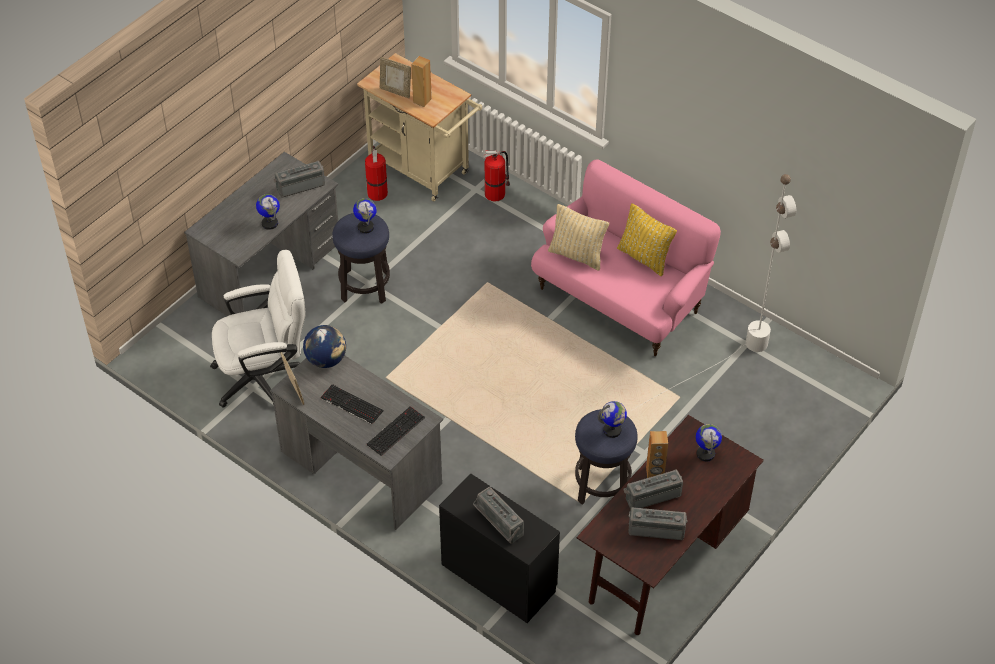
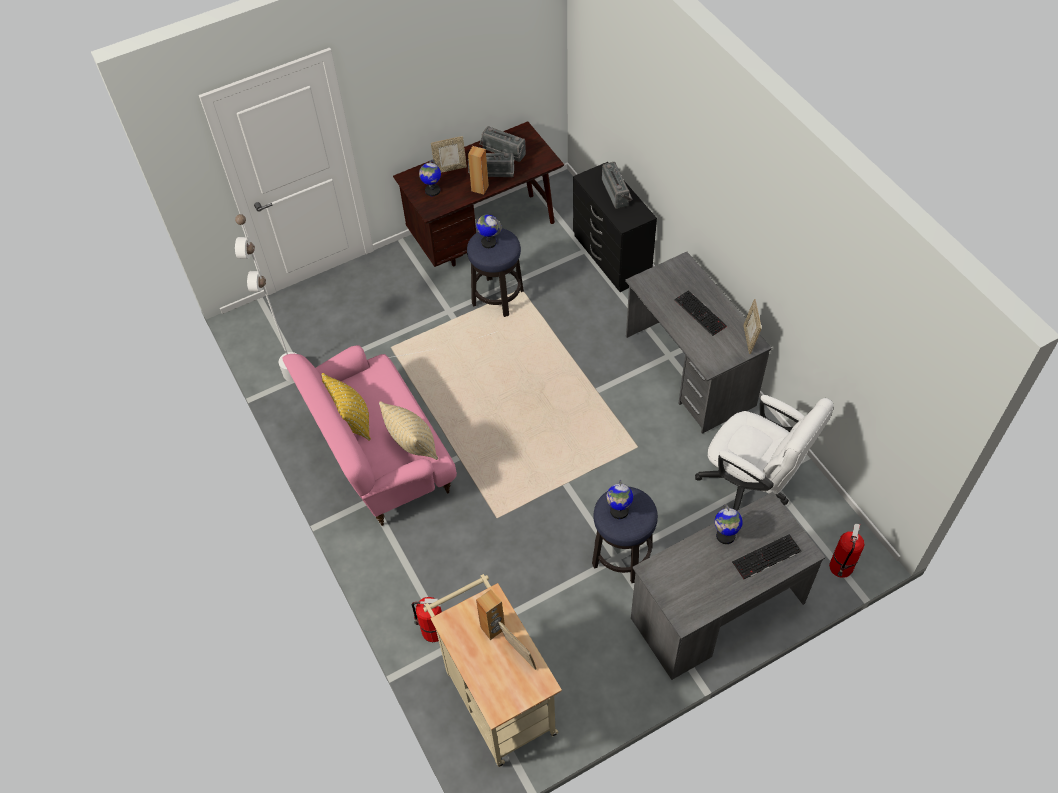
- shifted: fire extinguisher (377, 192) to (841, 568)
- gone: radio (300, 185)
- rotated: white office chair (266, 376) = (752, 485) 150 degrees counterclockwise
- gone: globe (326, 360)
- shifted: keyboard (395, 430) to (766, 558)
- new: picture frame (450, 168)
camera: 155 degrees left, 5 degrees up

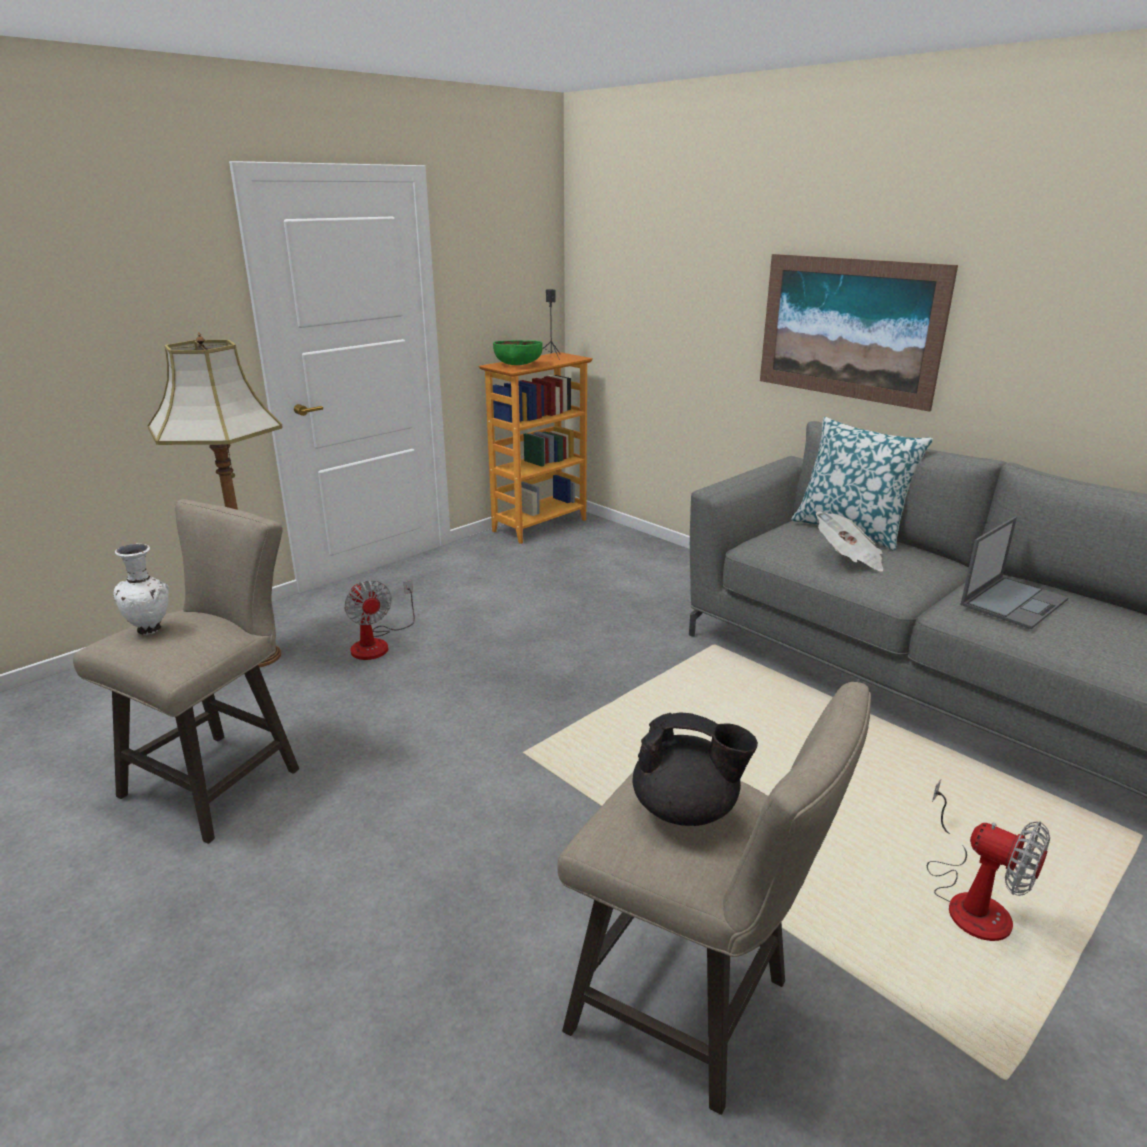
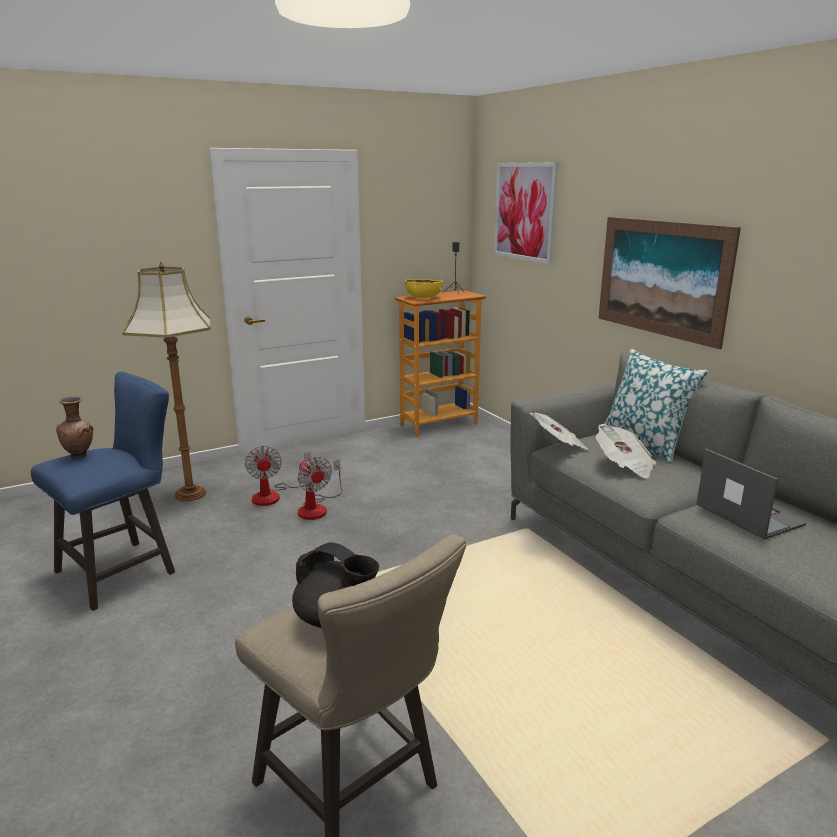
- repainted: green bowl (518, 365) to yellow bowl (423, 298)
- repainted: beige stool (222, 777) to blue stool (124, 570)
- rotated: laptop (1014, 602) = (747, 514) 90 degrees counterclockwise
- repainted: white vase (151, 630) to brown vase (80, 456)
- shifted: fan (970, 900) to (317, 507)
- new: picture (524, 211)
- new: newspaper (558, 445)
camera: 15 degrees right, 5 degrees down

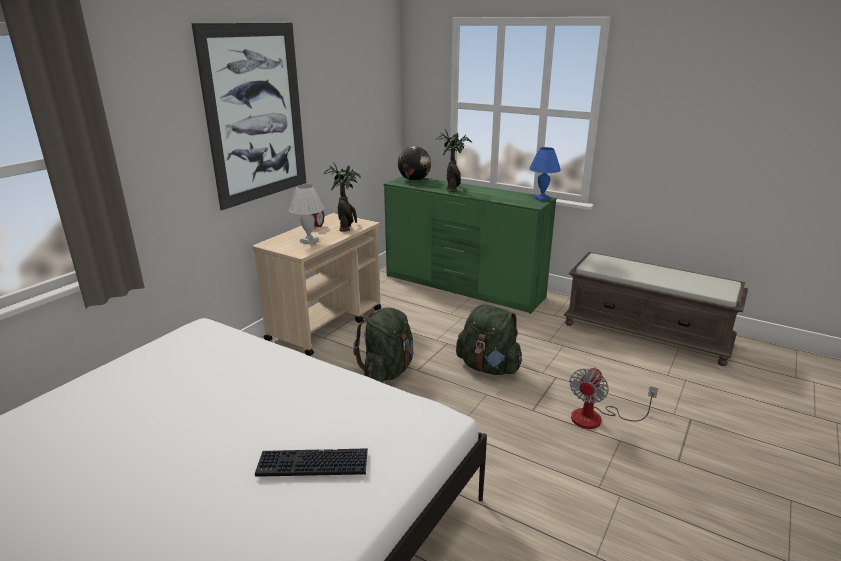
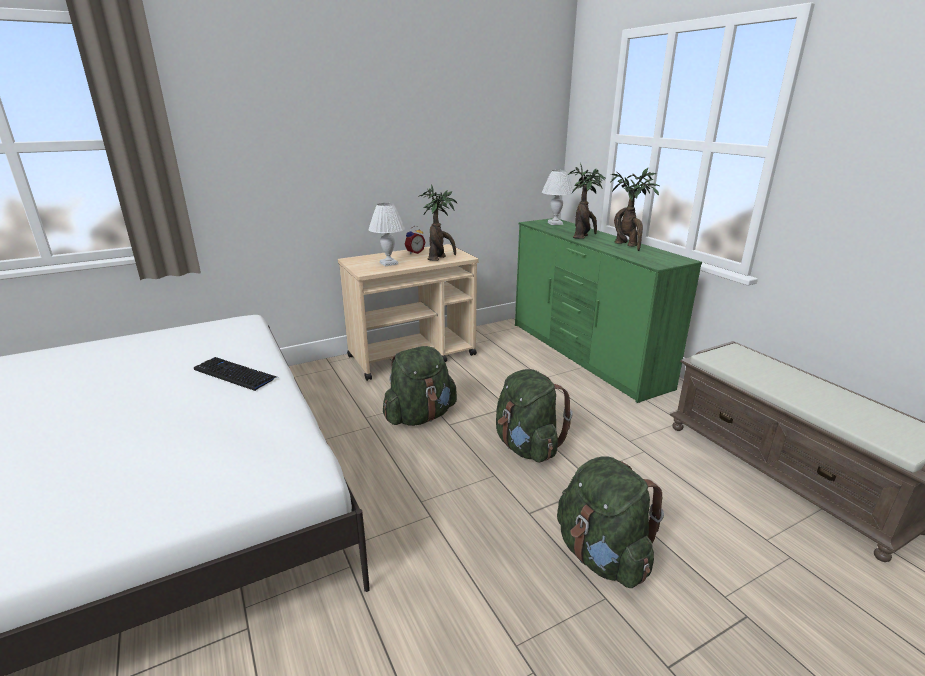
- gone: picture (256, 114)
- swapped: globe (414, 180) to white table lamp (555, 223)
- gone: blue table lamp (542, 198)
- swapped: fan (597, 418) to green backpack (602, 556)
- shifted: keyboard (313, 463) to (235, 374)
- new: potted plant (627, 245)
camera: 30 degrees right, 0 degrees up

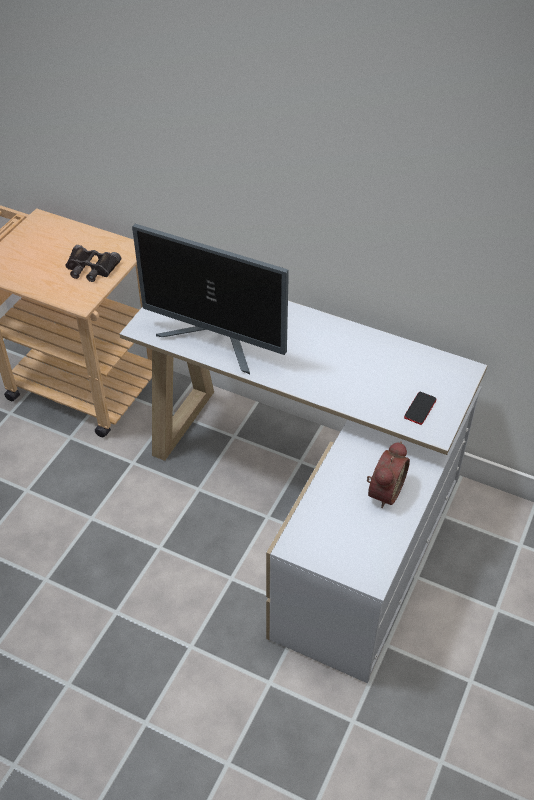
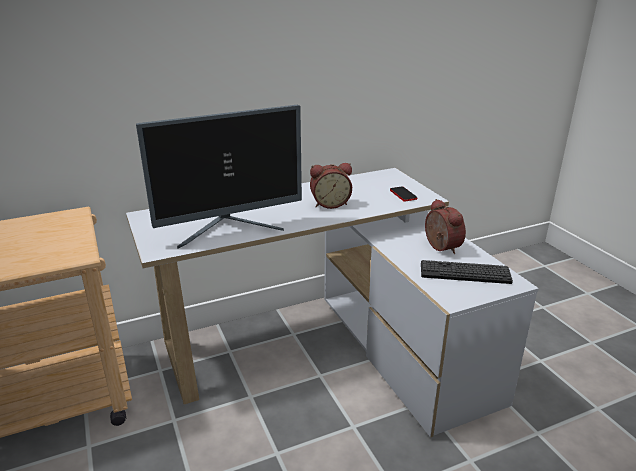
- gone: black binoculars (91, 268)
- new: alarm clock (330, 204)
- new: keyboard (465, 273)
camera: 50 degrees left, 20 degrees down

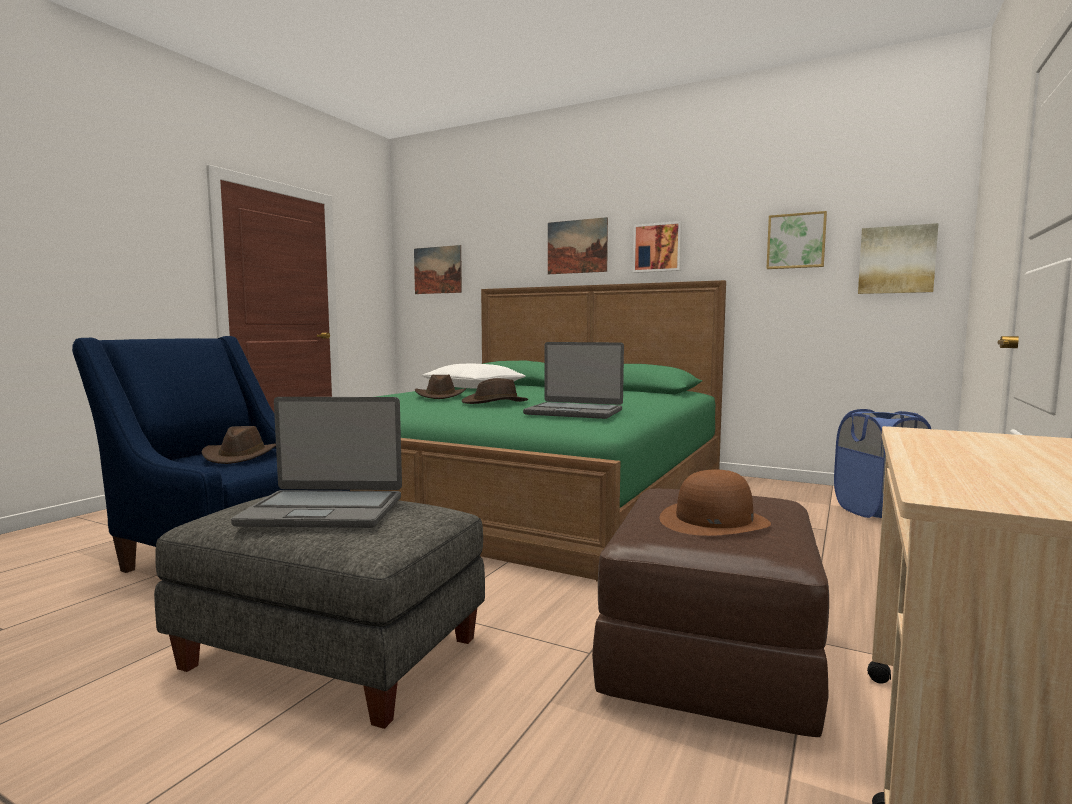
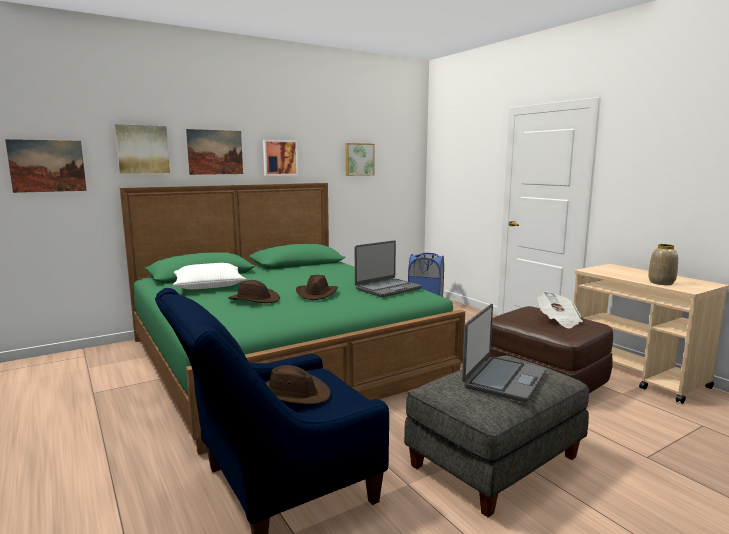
- shifted: picture (896, 260) to (142, 149)
- swapped: brown hat (714, 521) to newspaper (559, 321)
- new: vase (660, 283)
camera: 60 degrees left, 5 degrees up

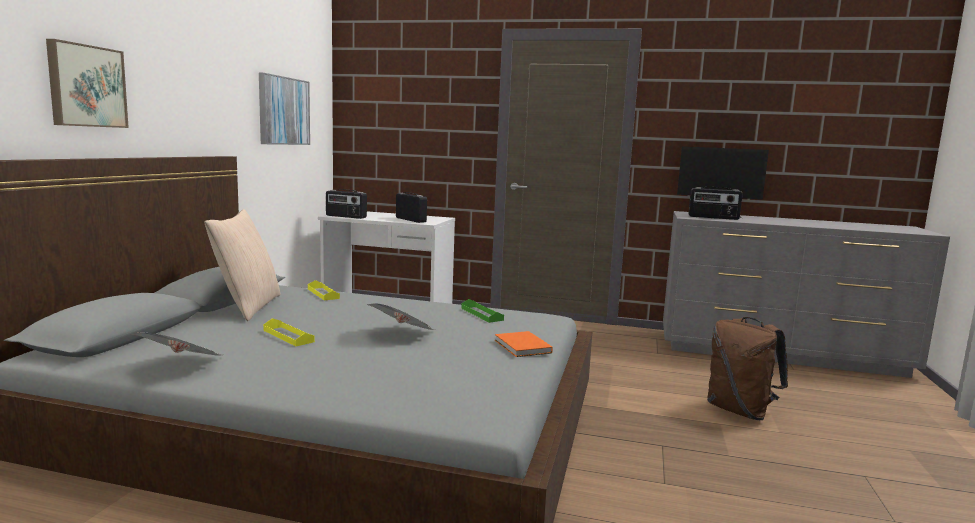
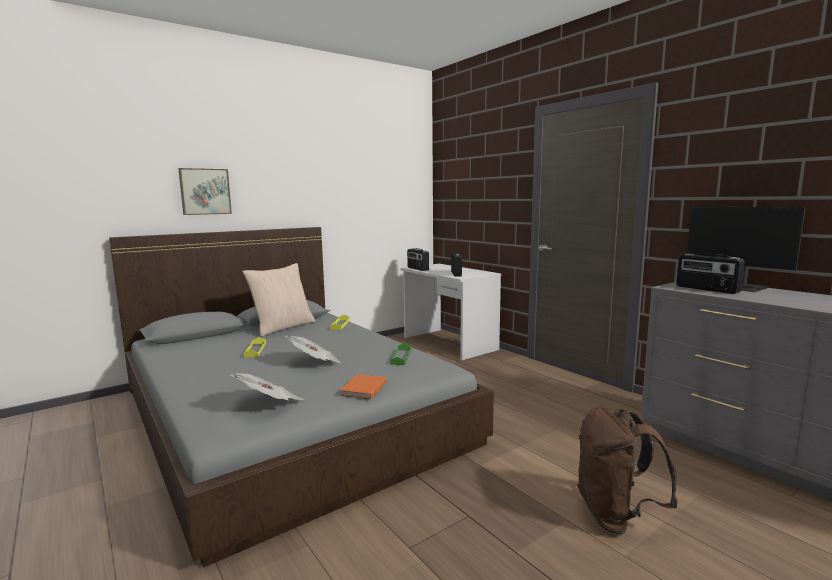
- gone: picture (283, 111)
- shifted: newspaper (182, 366) to (269, 404)
camera: 40 degrees right, 0 degrees up

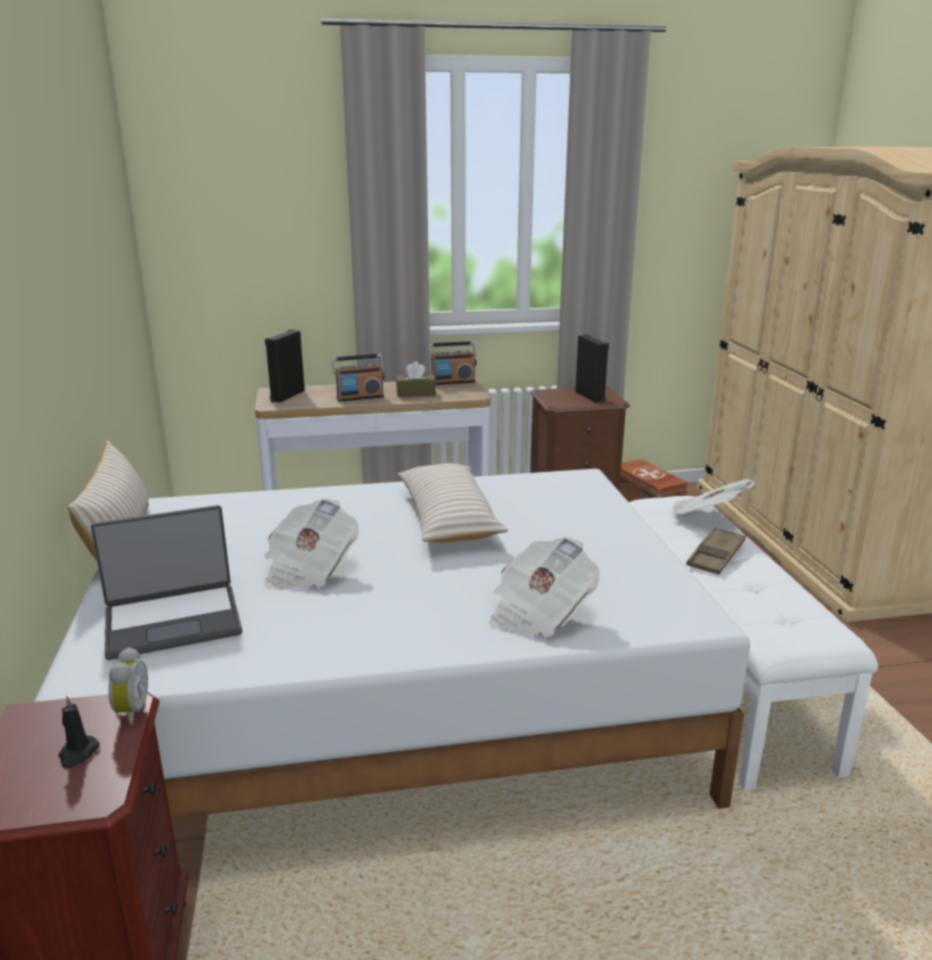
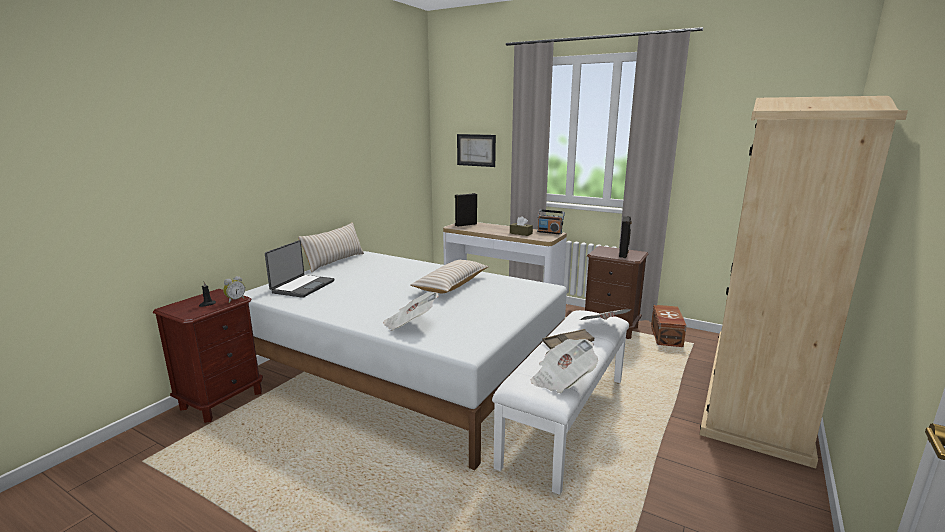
- gone: radio (360, 397)
- shifted: newspaper (308, 569) to (562, 380)
- rotated: laptop (173, 621) = (302, 287) 90 degrees counterclockwise
- new: picture (476, 150)
camera: 40 degrees right, 5 degrees down

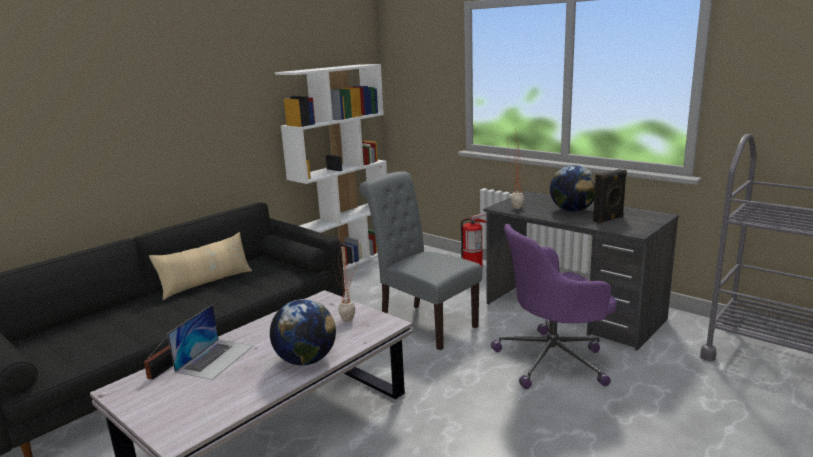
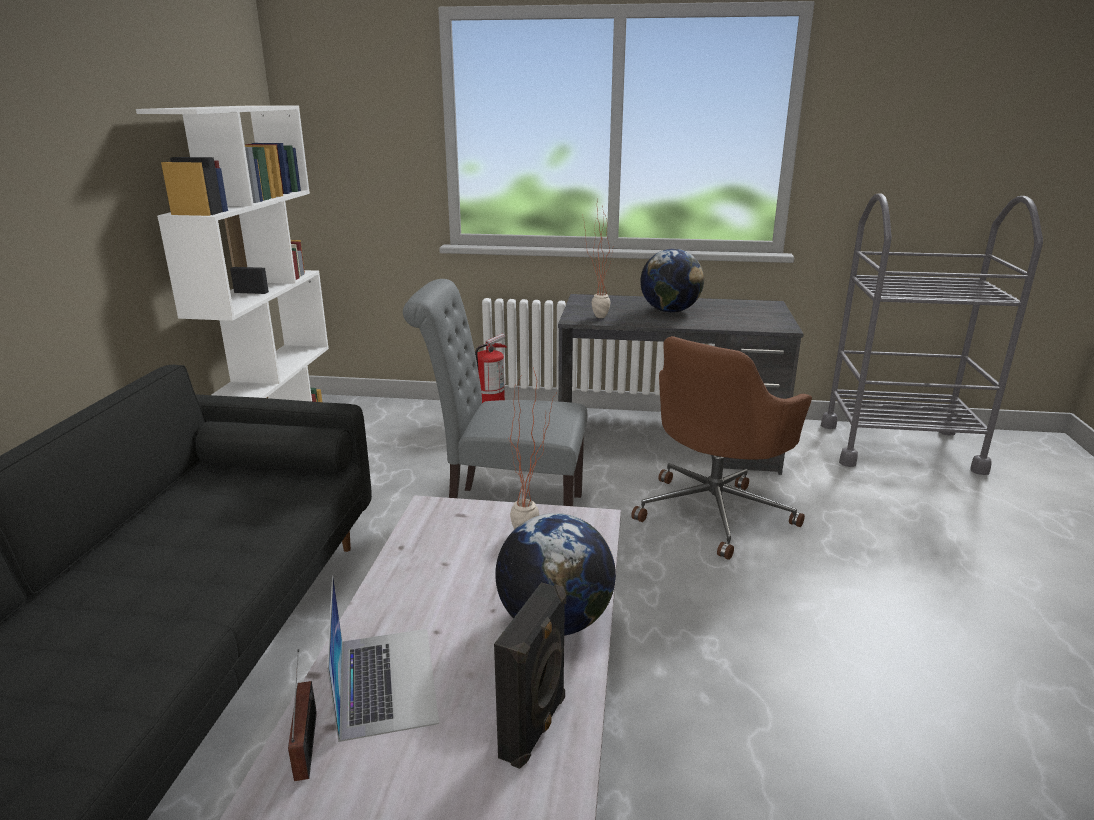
- shifted: black speaker (609, 219) to (535, 727)
- repainted: purple office chair (553, 360) to brown office chair (715, 512)
- gone: beige pillow (206, 283)
camera: 35 degrees left, 5 degrees up

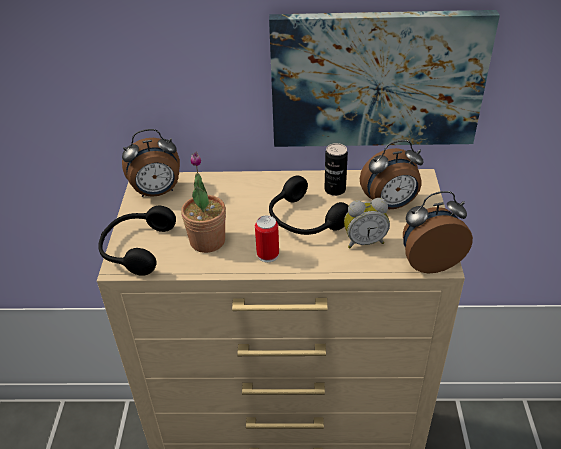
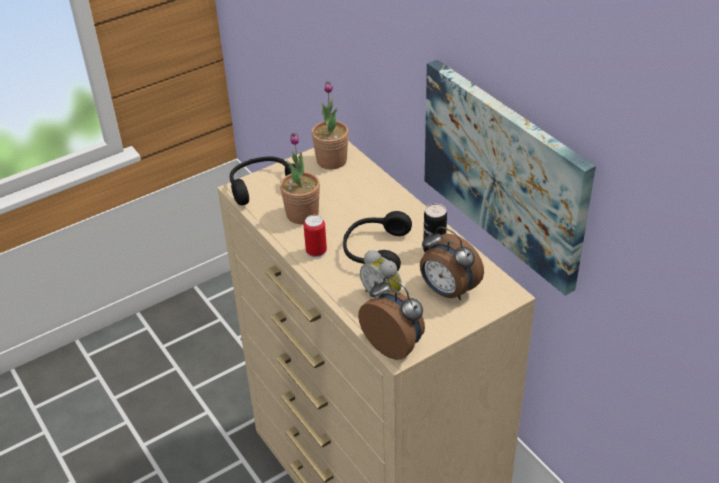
- swapped: alarm clock (157, 192) to potted plant (331, 161)
camera: 55 degrees right, 0 degrees up

